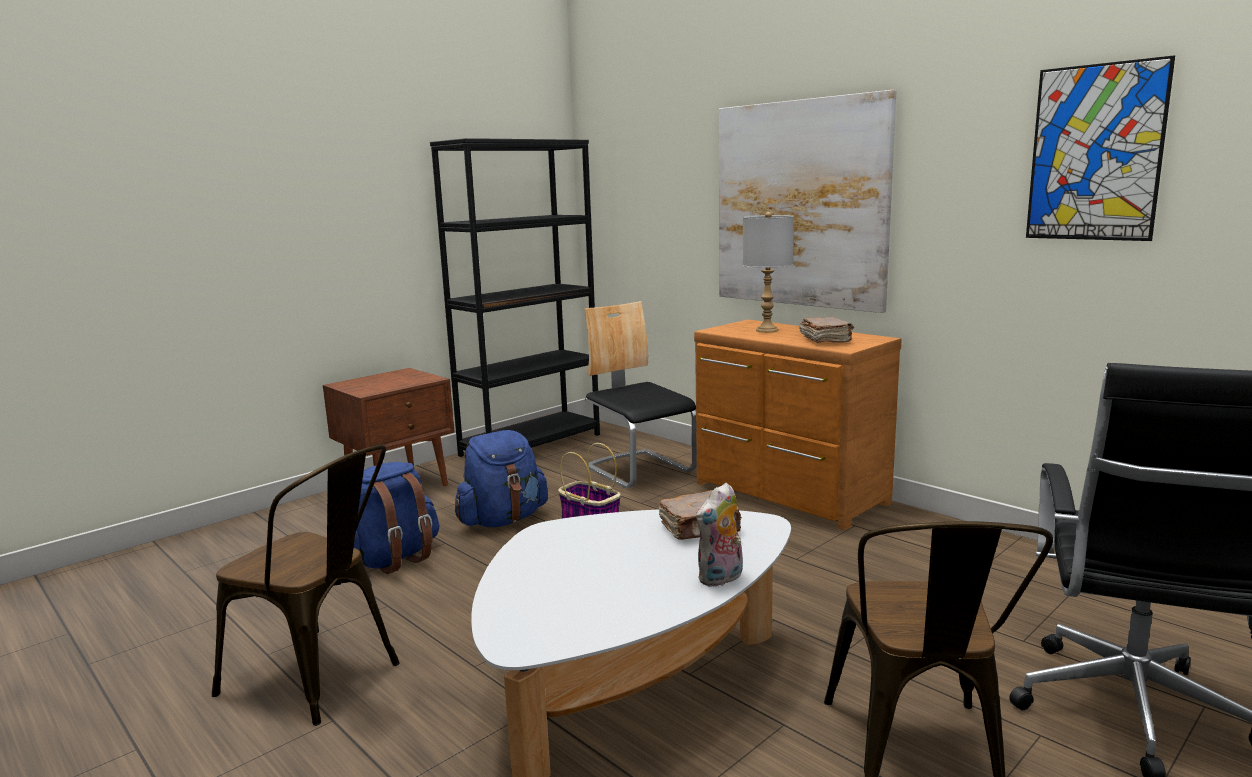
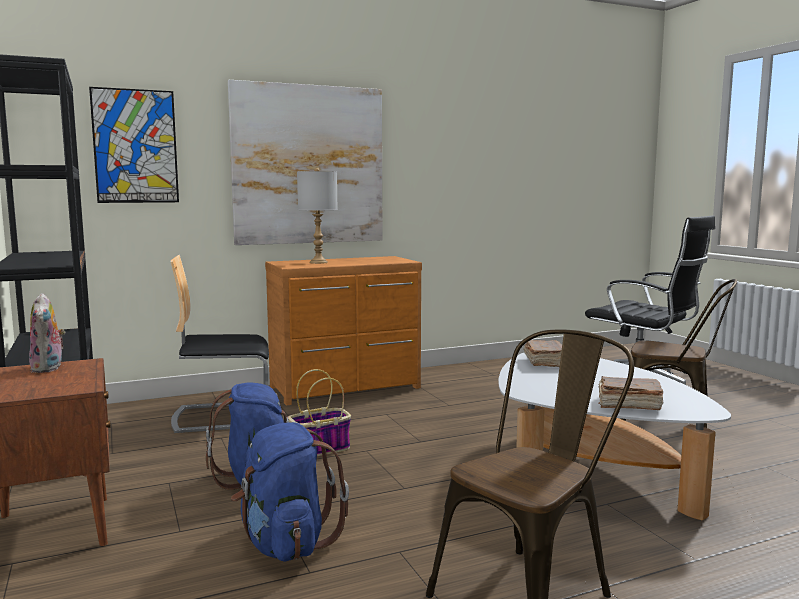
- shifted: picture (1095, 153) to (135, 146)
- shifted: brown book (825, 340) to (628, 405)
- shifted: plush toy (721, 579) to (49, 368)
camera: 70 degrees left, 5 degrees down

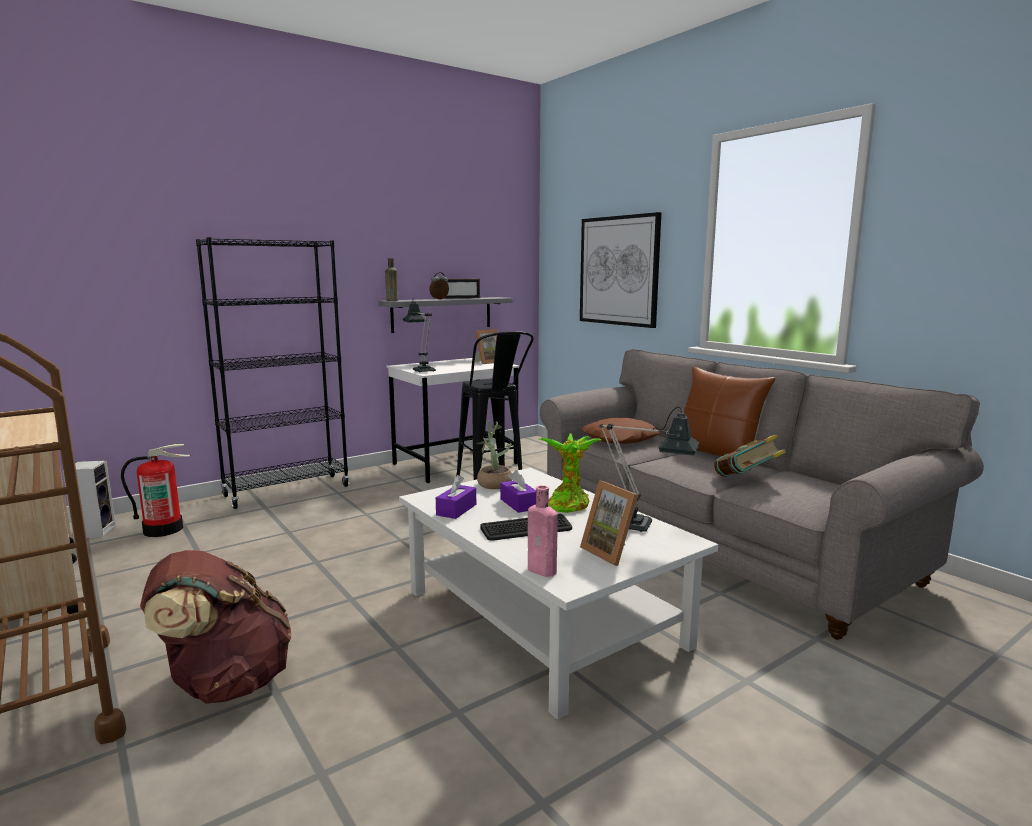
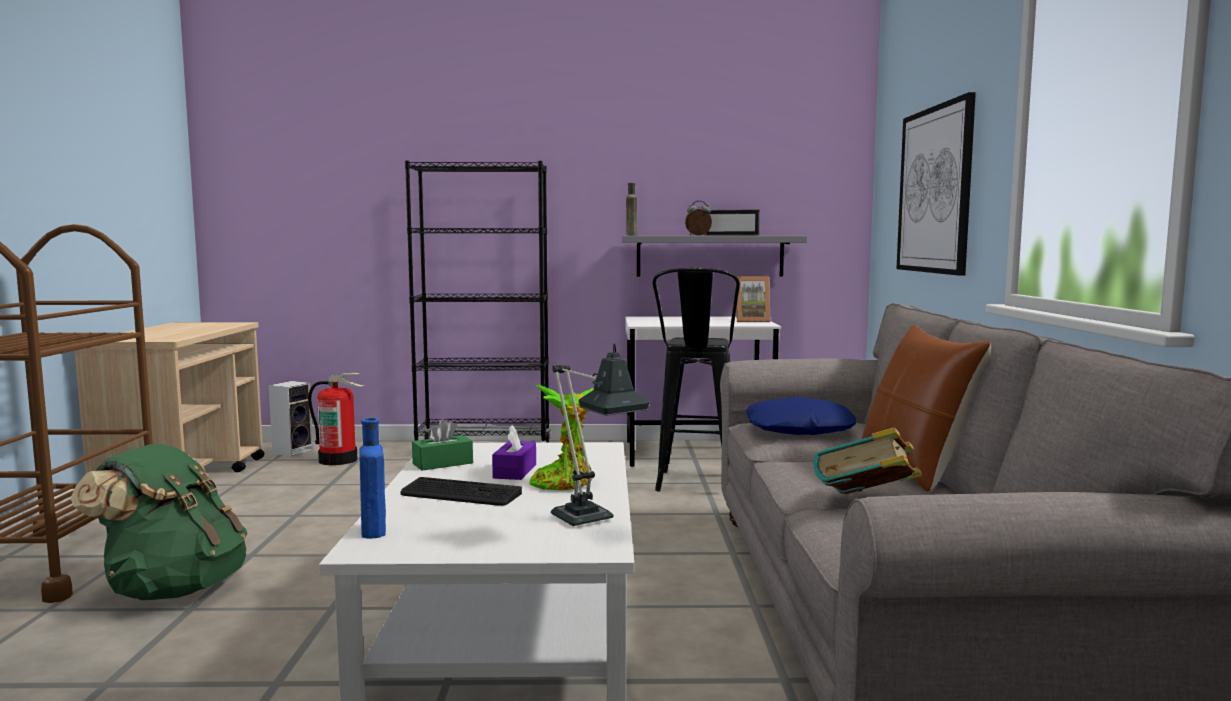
- gone: table lamp (422, 370)
- repainted: brown pillow (620, 439) to blue pillow (799, 429)
- gone: potted plant (493, 483)
- repainted: purple tissue box (456, 510) to green tissue box (442, 463)
- gone: picture frame (612, 552)
- repainted: pink bottle (543, 571) to blue bottle (374, 532)
- repainted: brown backpack (225, 683) to green backpack (173, 589)
camera: 35 degrees right, 5 degrees down

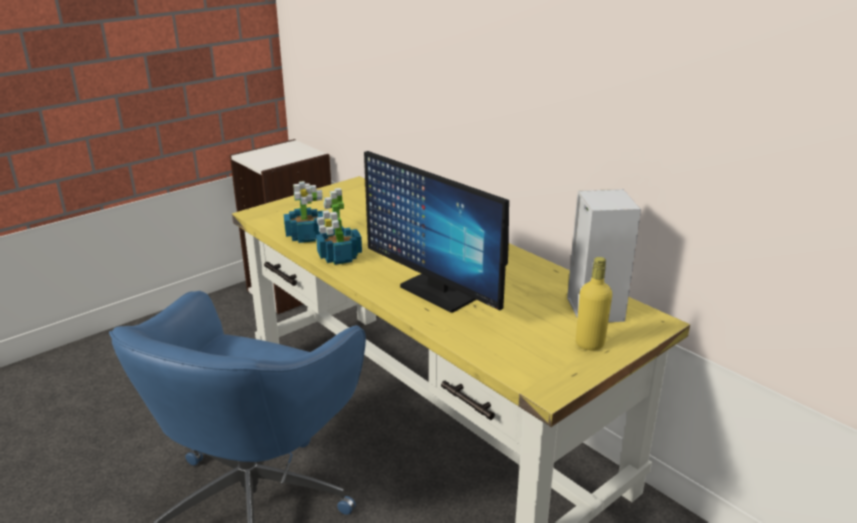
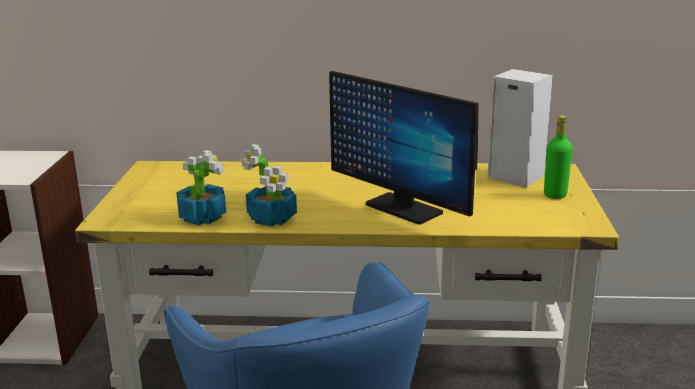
- rotated: monitor (437, 292) = (403, 208) 45 degrees clockwise
- repainted: yellow bottle (589, 344) to green bottle (555, 195)
camera: 45 degrees left, 5 degrees down

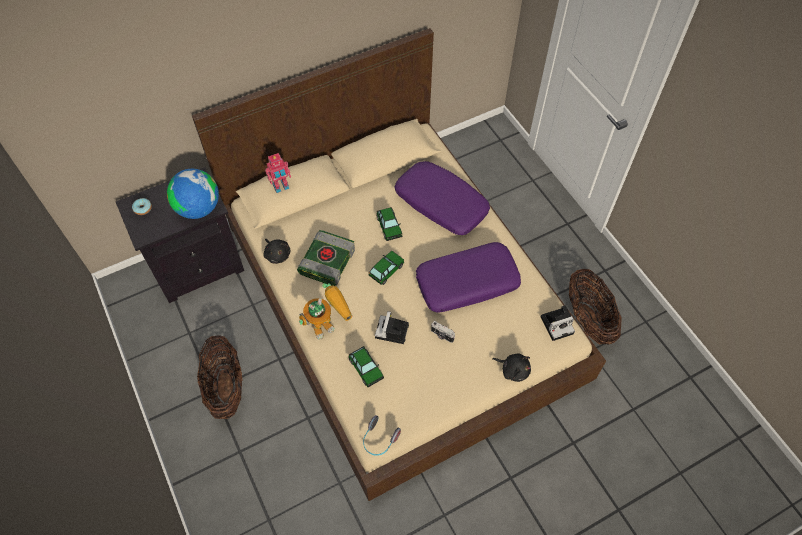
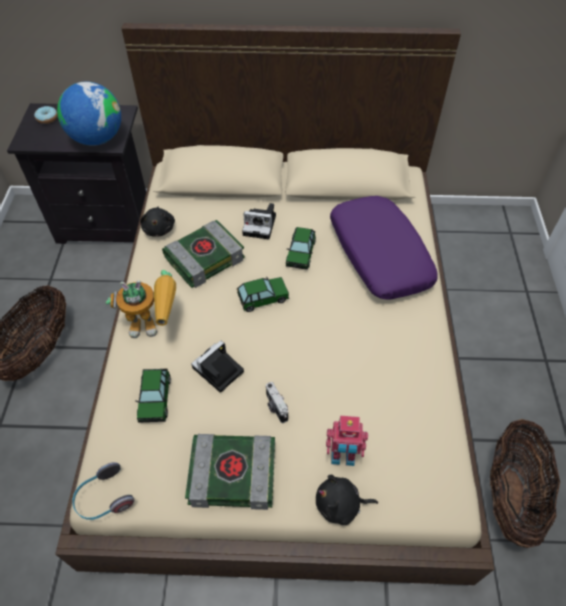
- shifted: toy robot (281, 187) to (343, 457)
- gone: purple pillow (467, 282)
- shifted: photo camera (557, 324) to (261, 225)
- rotated: black plush toy (513, 370) = (340, 505) 120 degrees clockwise
- new: book (234, 473)
camera: 30 degrees right, 5 degrees down

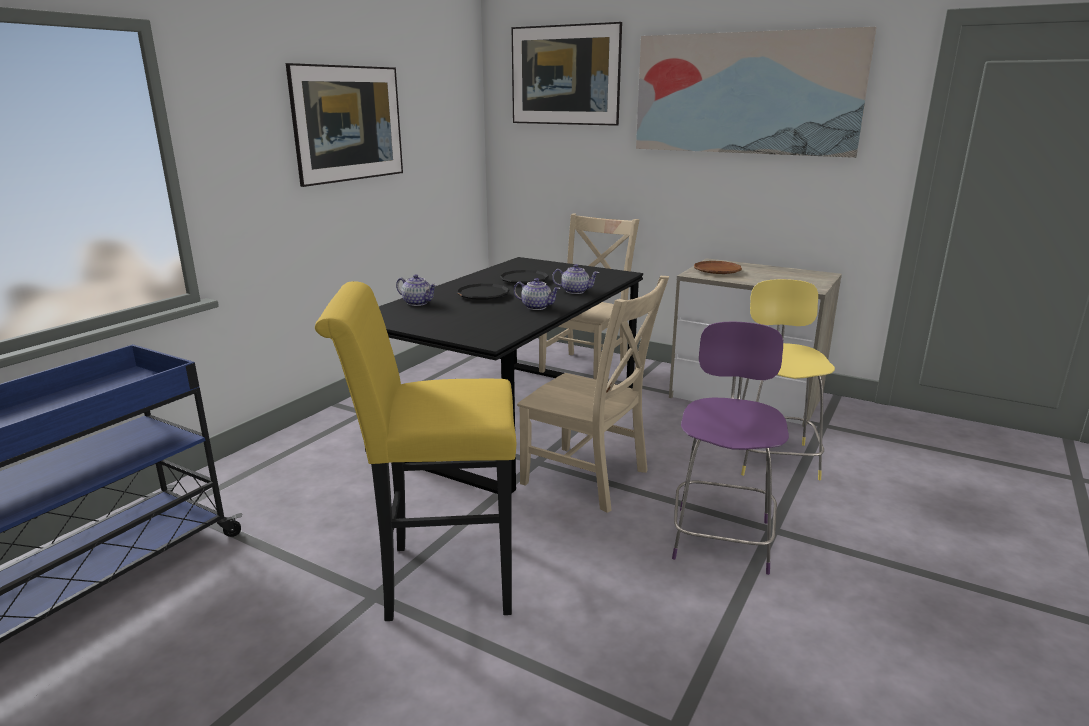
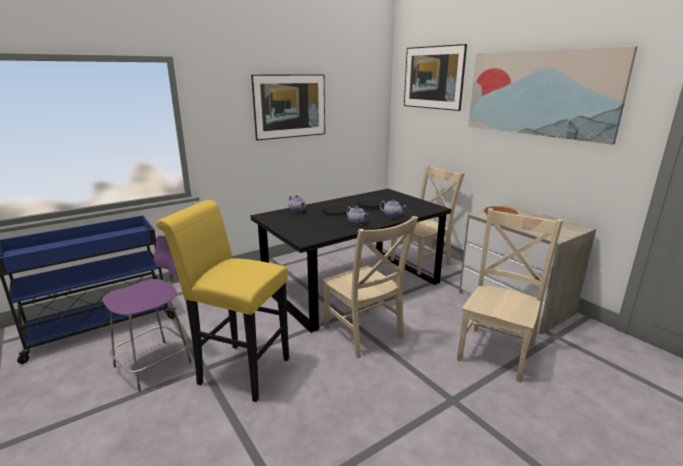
- swapped: yellow stool (773, 457) to beige chair (497, 350)
- shifted: purple stool (722, 537) to (156, 363)
camera: 25 degrees right, 0 degrees up

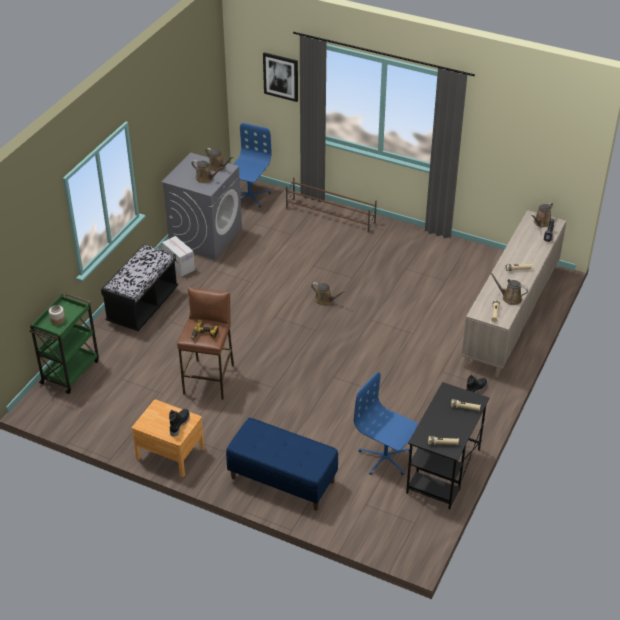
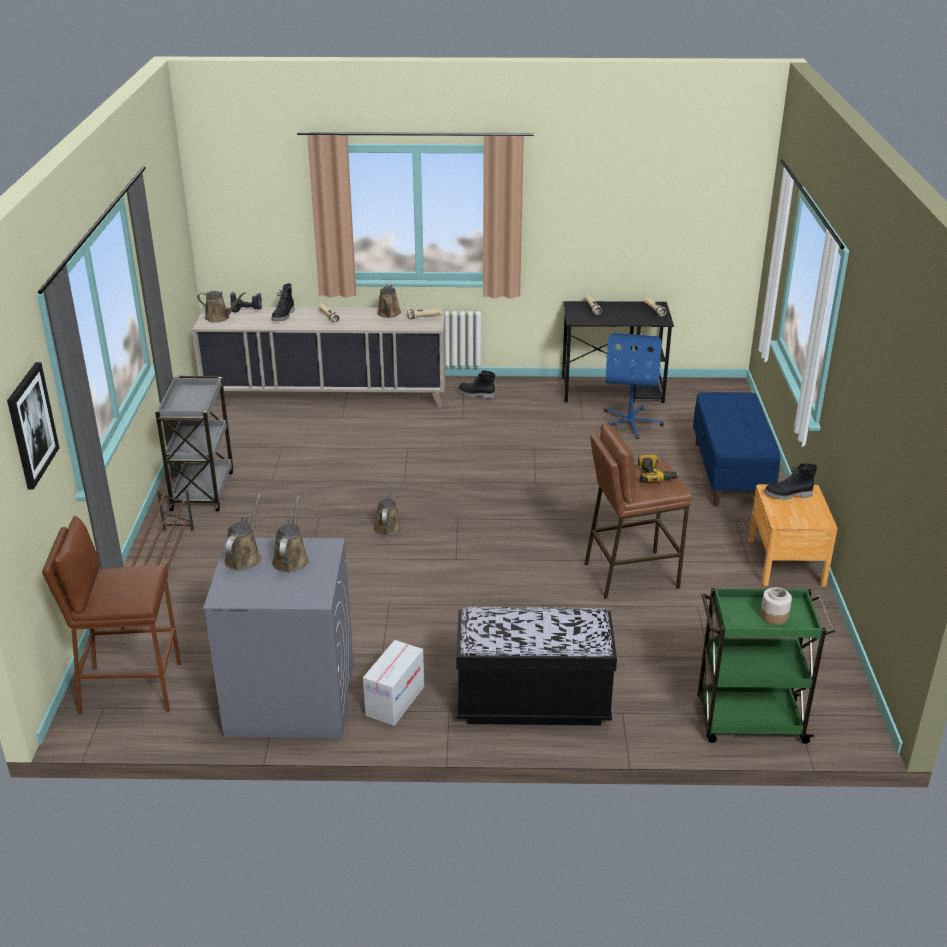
- swapped: blue office chair (249, 196) to brown stool (130, 688)
- new: black boot (284, 316)
- new: grey cart (203, 490)
camera: 115 degrees left, 10 degrees down

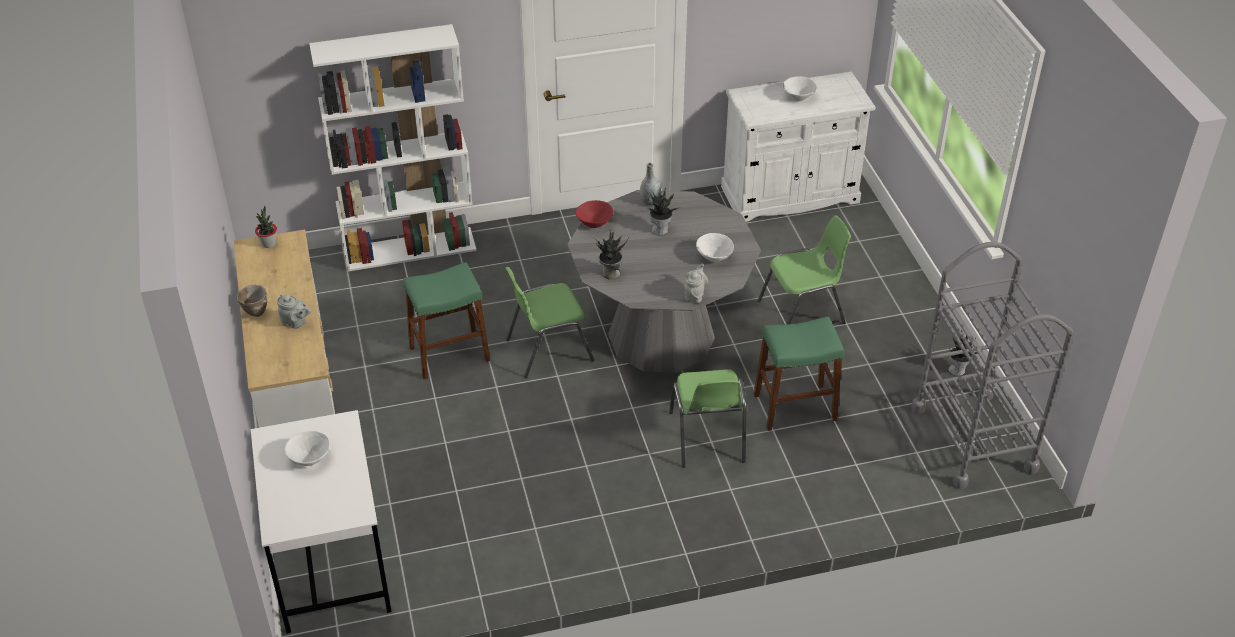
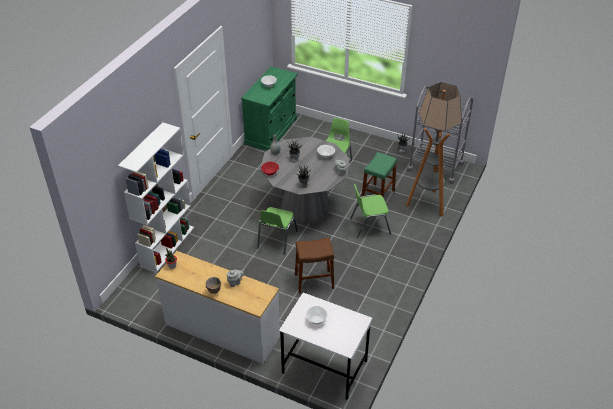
- repainted: white cabinet (790, 195) to green cabinet (271, 131)
- gone: green stool (449, 354)
- rotated: green chair (707, 438) = (369, 226) 135 degrees clockwise
- new: floor lamp (427, 204)
- new: brown stool (314, 281)
camera: 50 degrees left, 0 degrees up

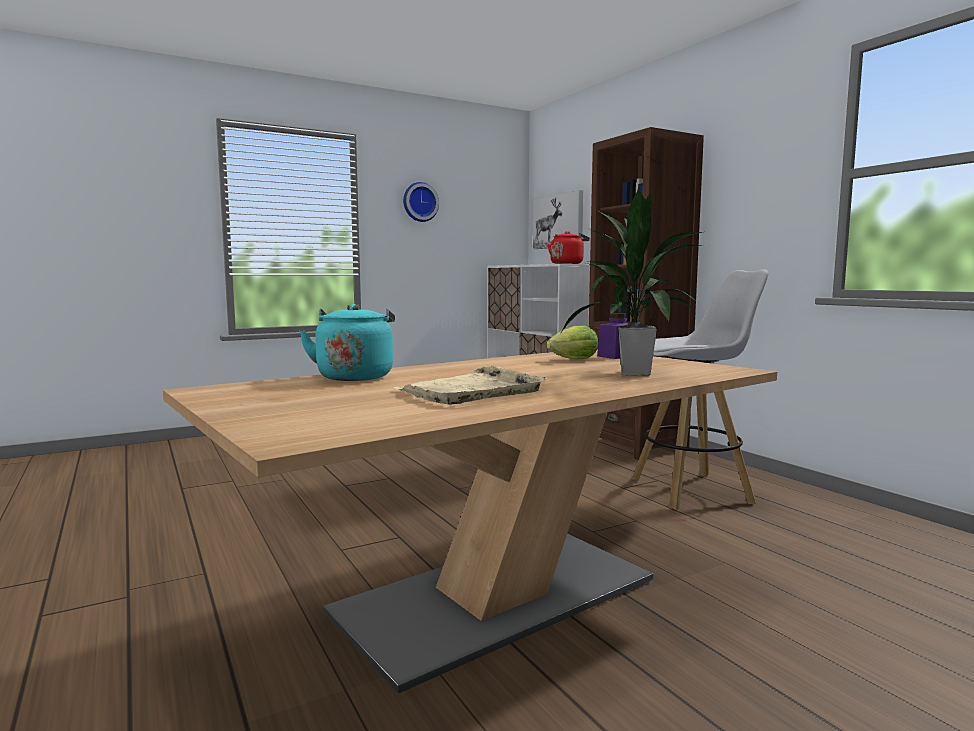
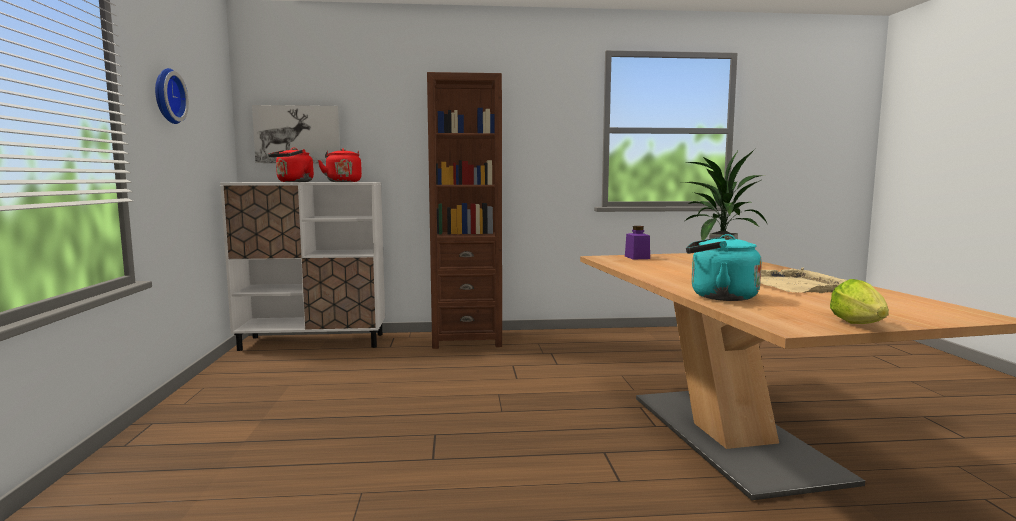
- gone: white stool (692, 491)
- shifted: lettuce (571, 360) to (860, 325)
- new: red kettle (293, 182)
camera: 65 degrees left, 0 degrees up

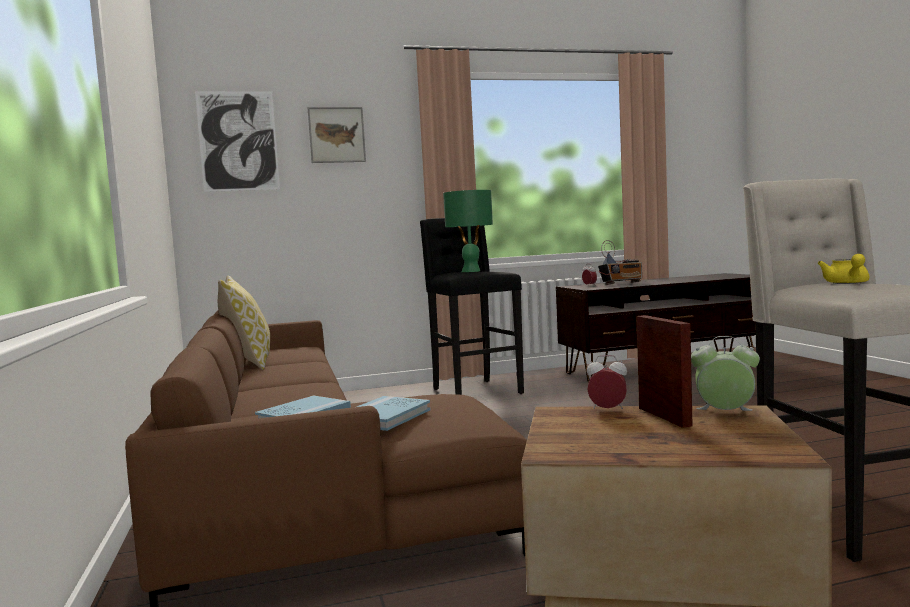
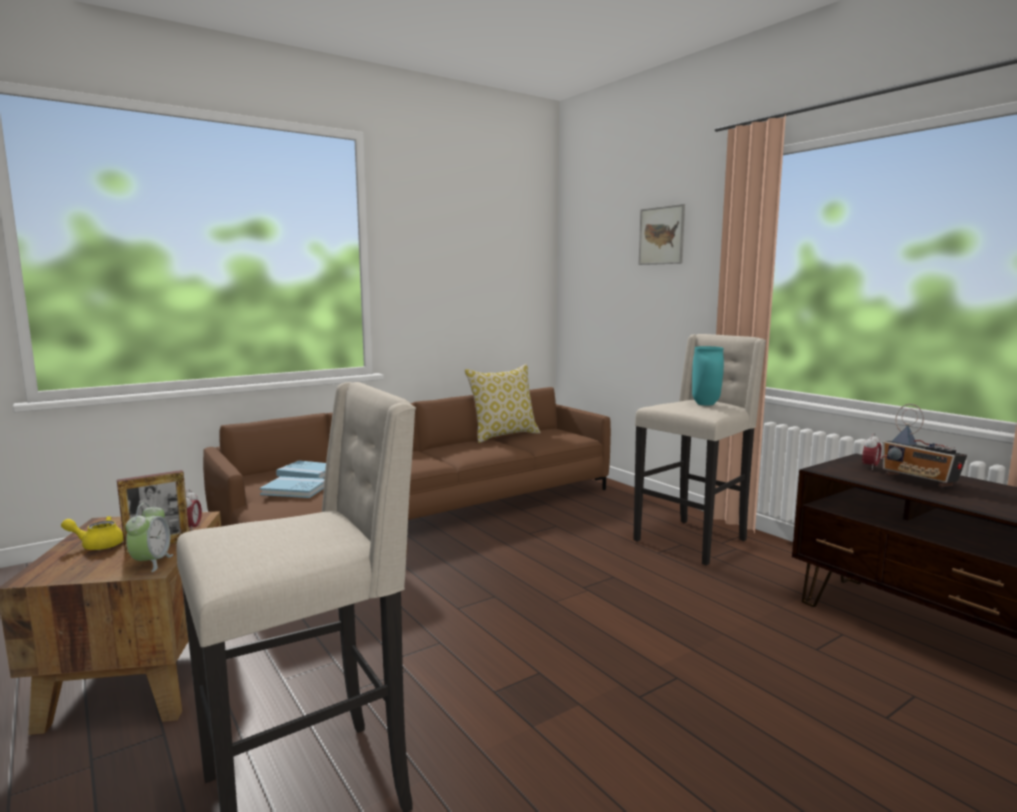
- gone: picture (238, 141)
- swapped: green table lamp (471, 271) to turquoise vase (704, 404)
- repainted: black stool (474, 391) to beige stool (693, 540)
- shifted: yellow teapot (847, 283) to (98, 545)
camera: 70 degrees right, 5 degrees up

